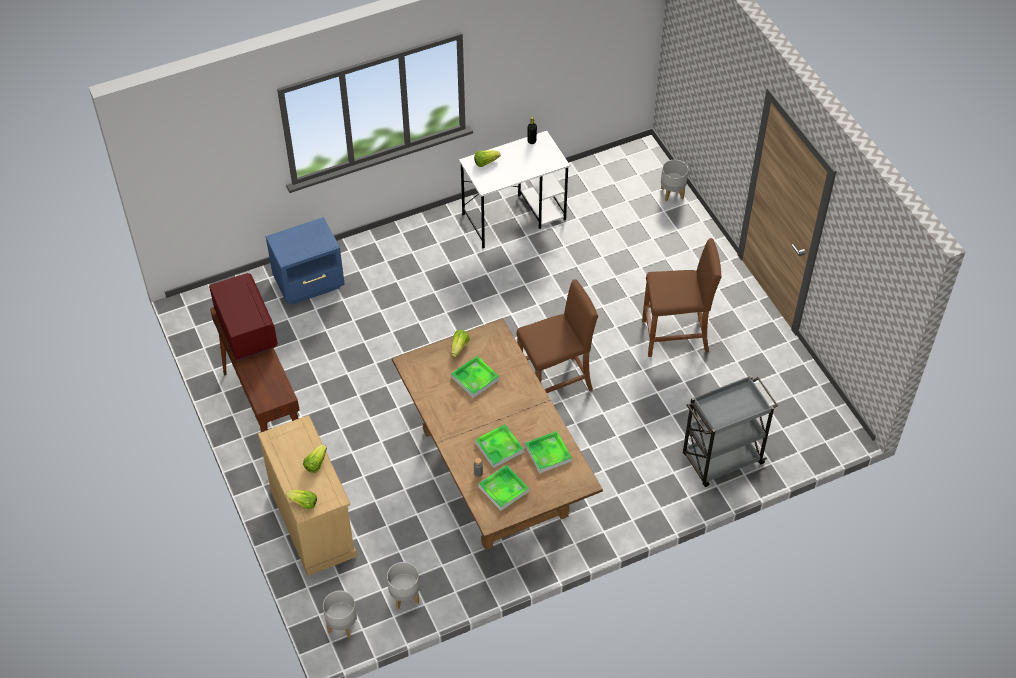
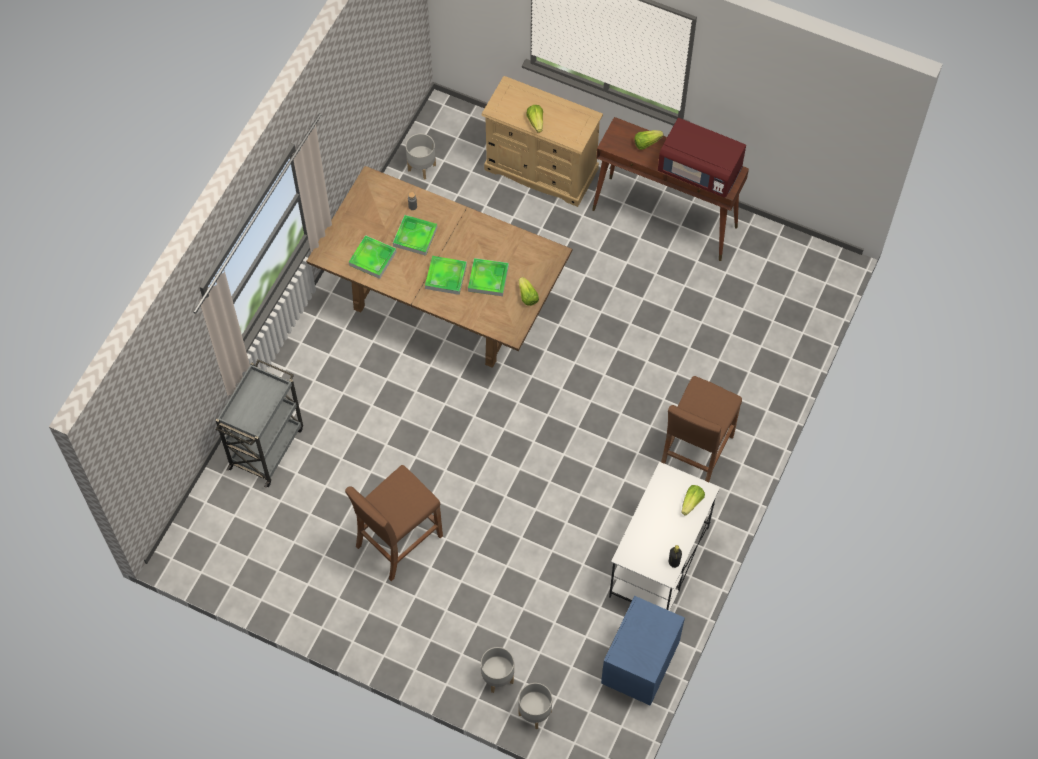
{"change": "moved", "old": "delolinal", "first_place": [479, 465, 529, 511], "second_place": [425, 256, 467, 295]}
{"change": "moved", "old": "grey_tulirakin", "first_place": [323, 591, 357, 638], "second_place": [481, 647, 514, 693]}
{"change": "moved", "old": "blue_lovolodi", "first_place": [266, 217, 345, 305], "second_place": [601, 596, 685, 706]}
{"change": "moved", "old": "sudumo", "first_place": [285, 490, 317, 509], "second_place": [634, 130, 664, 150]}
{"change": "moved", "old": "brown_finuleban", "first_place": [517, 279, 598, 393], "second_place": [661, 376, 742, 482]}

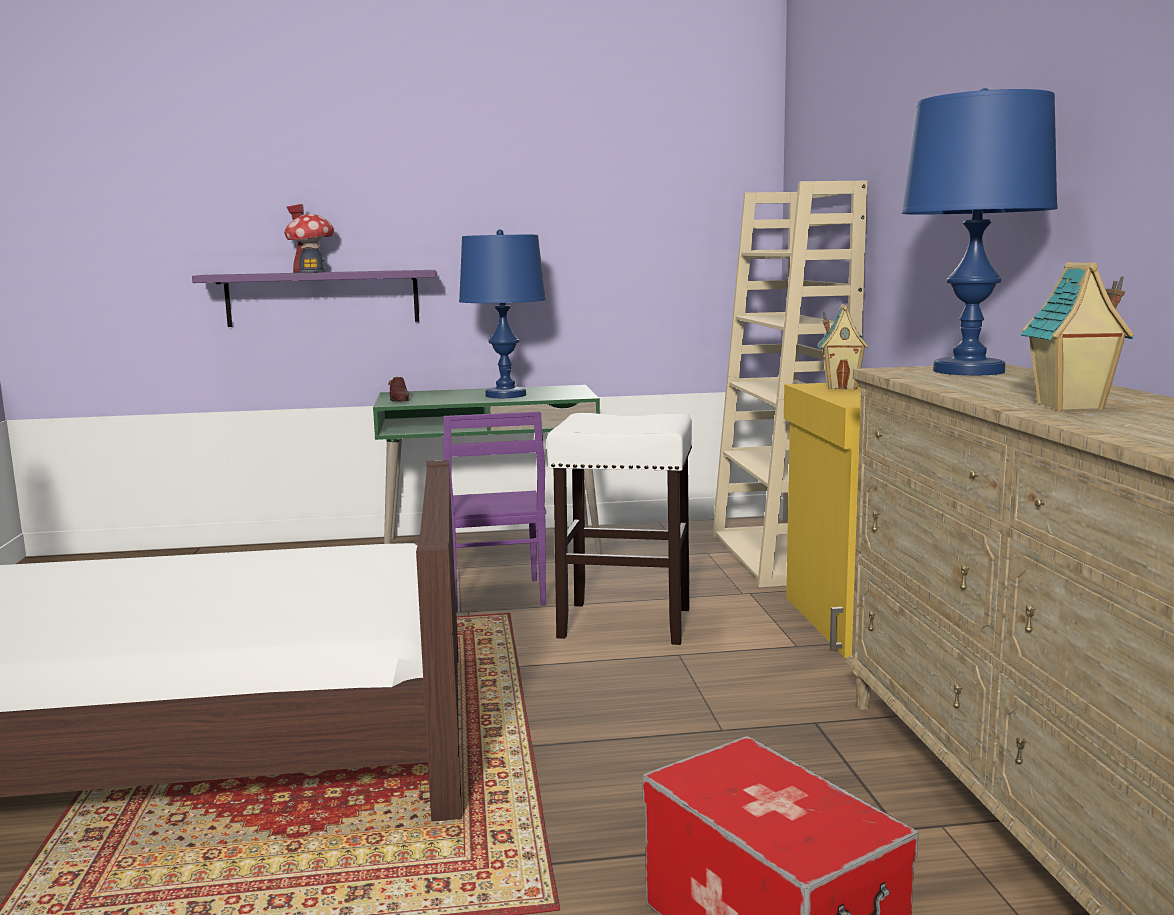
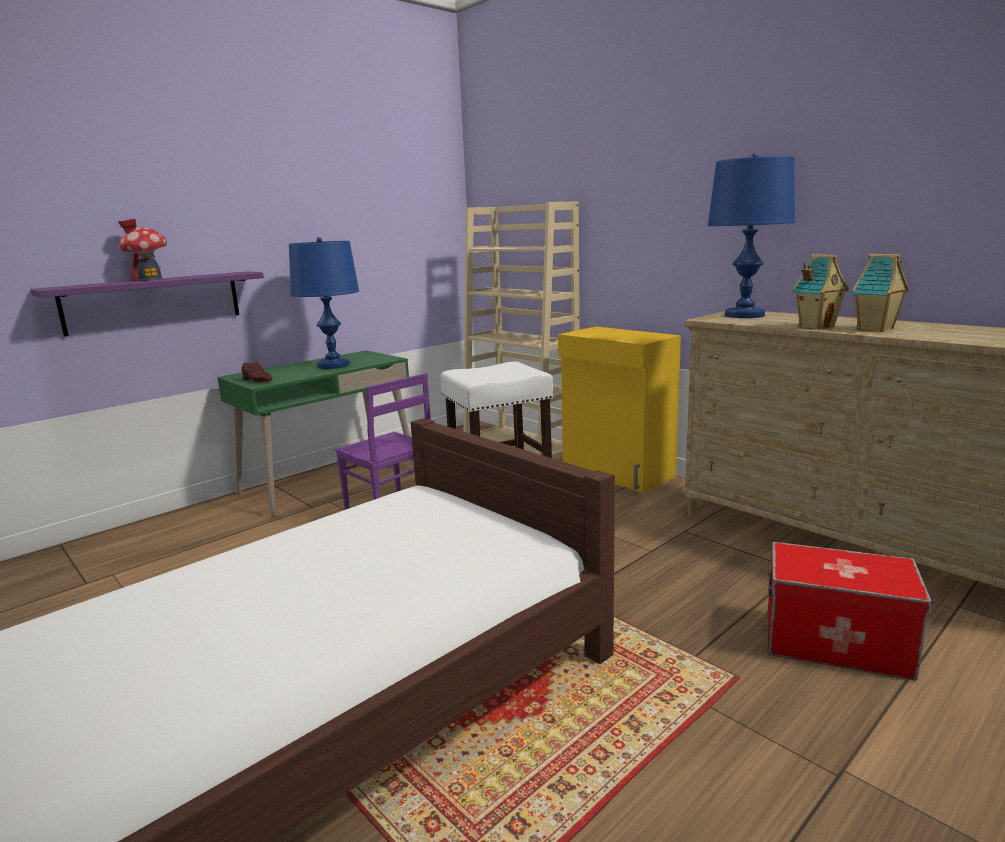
{"change": "moved", "old": "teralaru", "first_place": [817, 304, 869, 389], "second_place": [792, 254, 849, 329]}

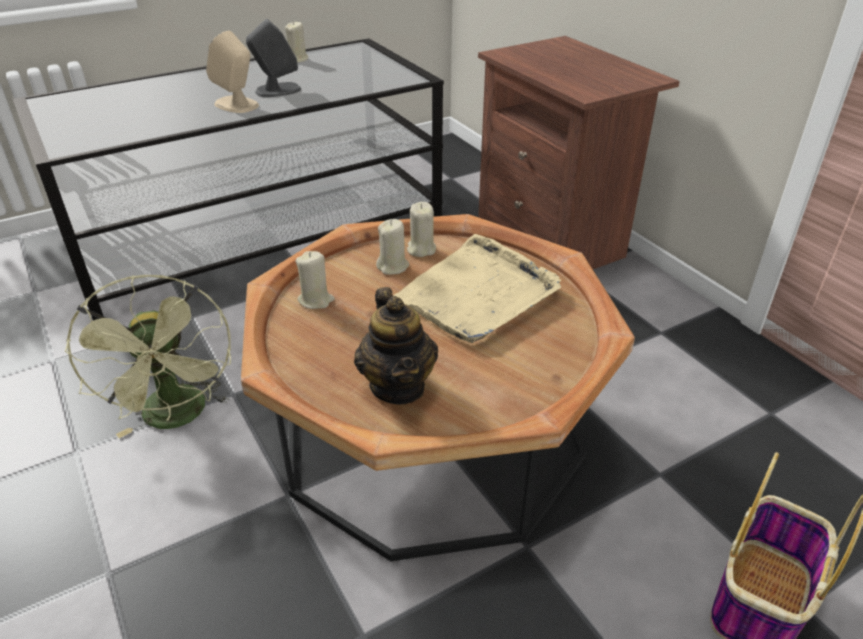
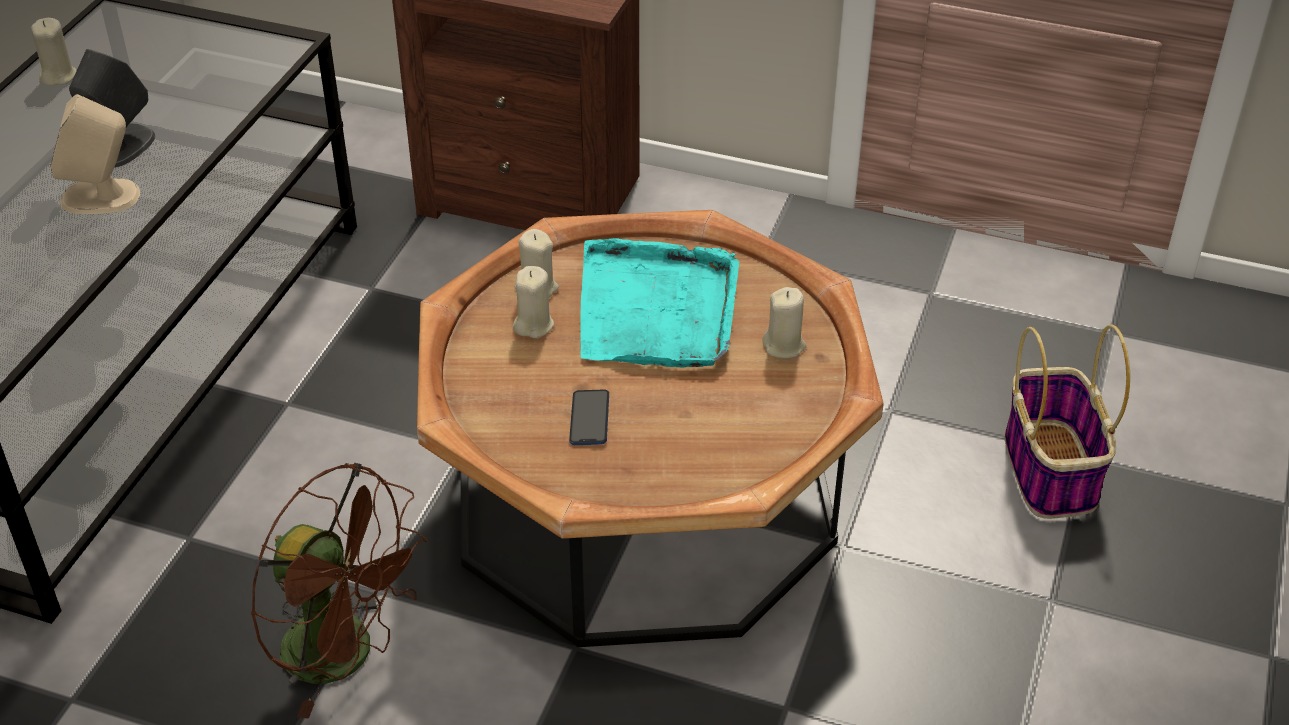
{"change": "recoloured", "old": "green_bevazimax", "new": "brown_bevazimax", "first_place": [65, 275, 231, 438], "second_place": [251, 463, 427, 719]}
{"change": "added", "new": "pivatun", "second_place": [569, 389, 609, 445]}
{"change": "recoloured", "old": "beige_delolinal", "new": "turquoise_delolinal", "first_place": [393, 234, 561, 343], "second_place": [580, 238, 739, 368]}
{"change": "moved", "old": "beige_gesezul", "first_place": [295, 251, 335, 309], "second_place": [762, 287, 806, 358]}
{"change": "removed", "old": "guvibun", "first_place": [354, 287, 438, 405]}

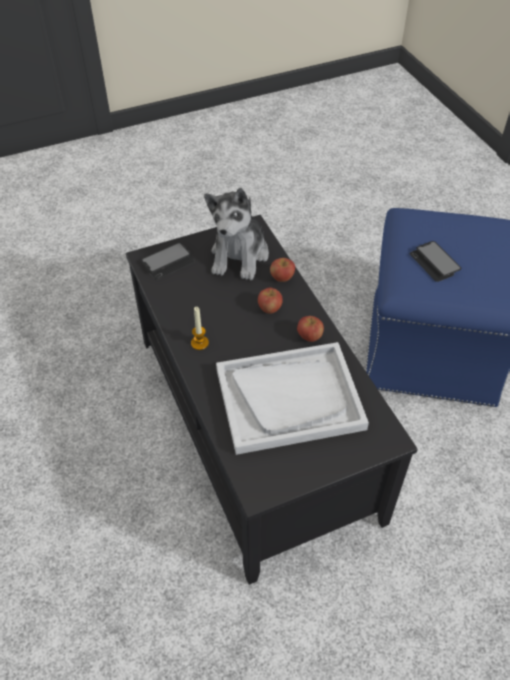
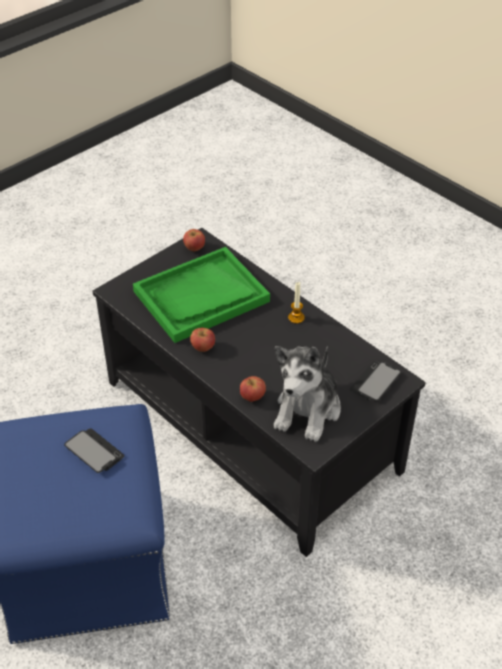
{"change": "recoloured", "old": "white_delolinal", "new": "green_delolinal", "first_place": [216, 342, 369, 455], "second_place": [133, 247, 270, 343]}
{"change": "moved", "old": "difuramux", "first_place": [258, 288, 283, 314], "second_place": [183, 229, 205, 251]}
{"change": "turned", "old": "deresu", "first_place": [204, 188, 269, 280], "second_place": [274, 346, 341, 442], "degrees": -150}

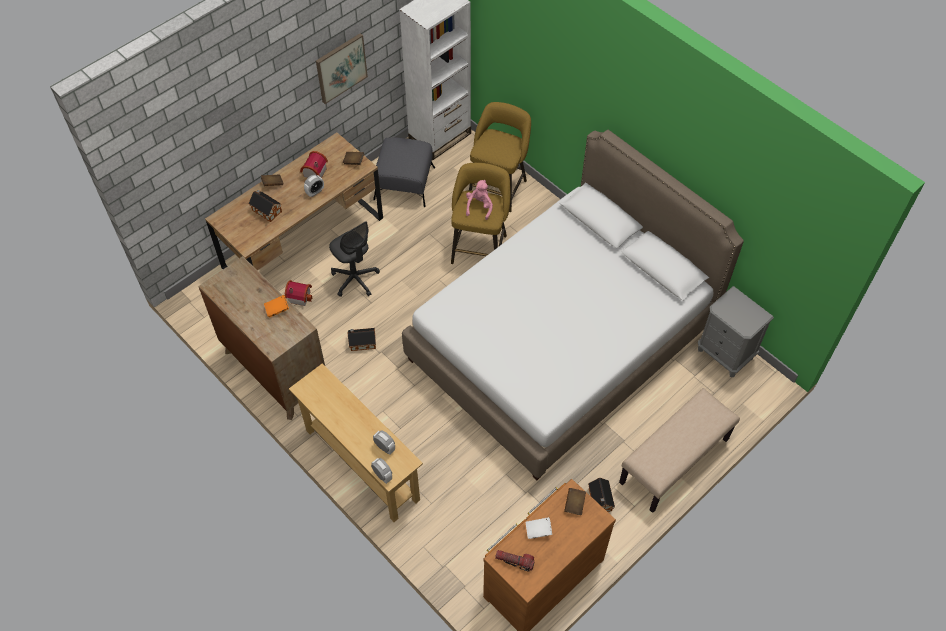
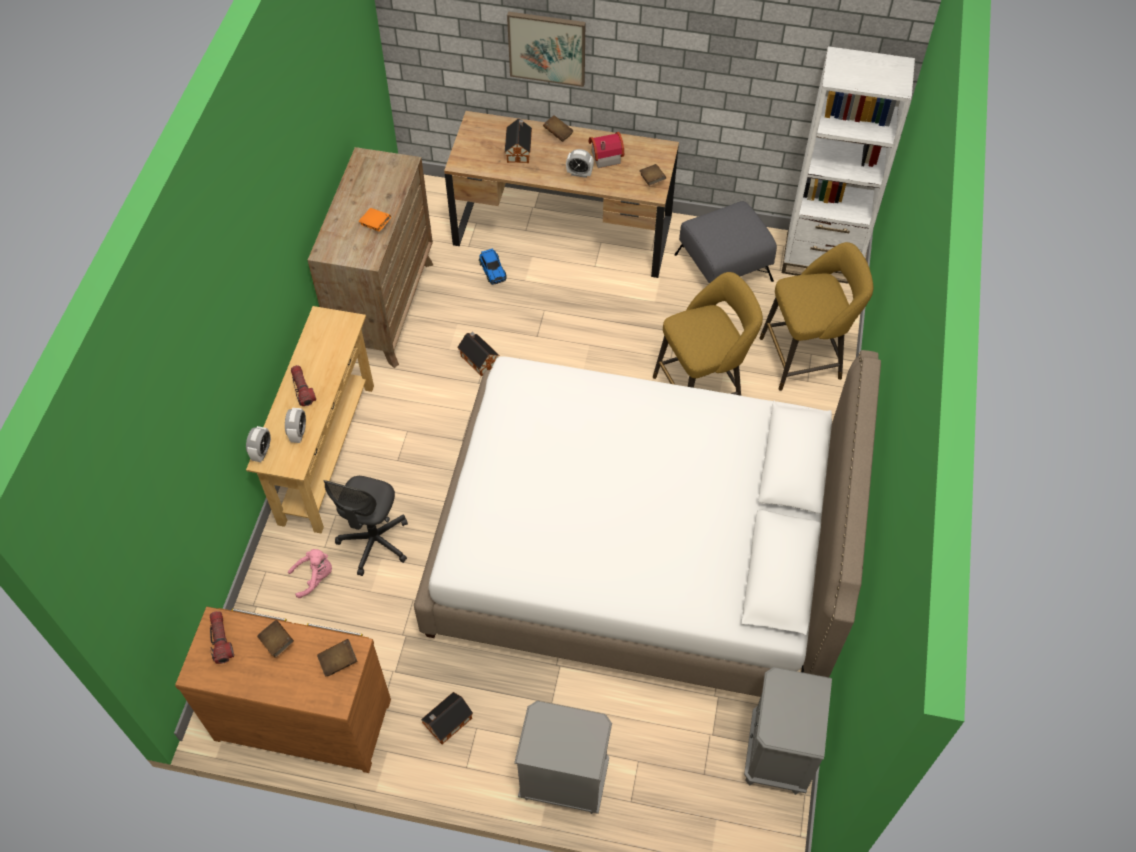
{"change": "recoloured", "old": "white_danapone", "new": "brown_danapone", "first_place": [526, 517, 552, 539], "second_place": [257, 620, 294, 658]}
{"change": "moved", "old": "pink_deresu", "first_place": [466, 180, 493, 220], "second_place": [288, 549, 332, 598]}
{"change": "added", "new": "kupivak", "second_place": [291, 365, 316, 406]}
{"change": "moved", "old": "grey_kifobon", "first_place": [329, 221, 380, 297], "second_place": [324, 476, 408, 576]}
{"change": "replaced", "old": "teralaru", "new": "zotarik", "first_place": [285, 280, 313, 306], "second_place": [479, 248, 506, 285]}
{"change": "moved", "old": "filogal", "first_place": [316, 33, 368, 104], "second_place": [507, 11, 586, 87]}
{"change": "replaced", "old": "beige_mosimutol", "new": "grey_lovolodi", "first_place": [619, 388, 740, 513], "second_place": [514, 701, 612, 814]}

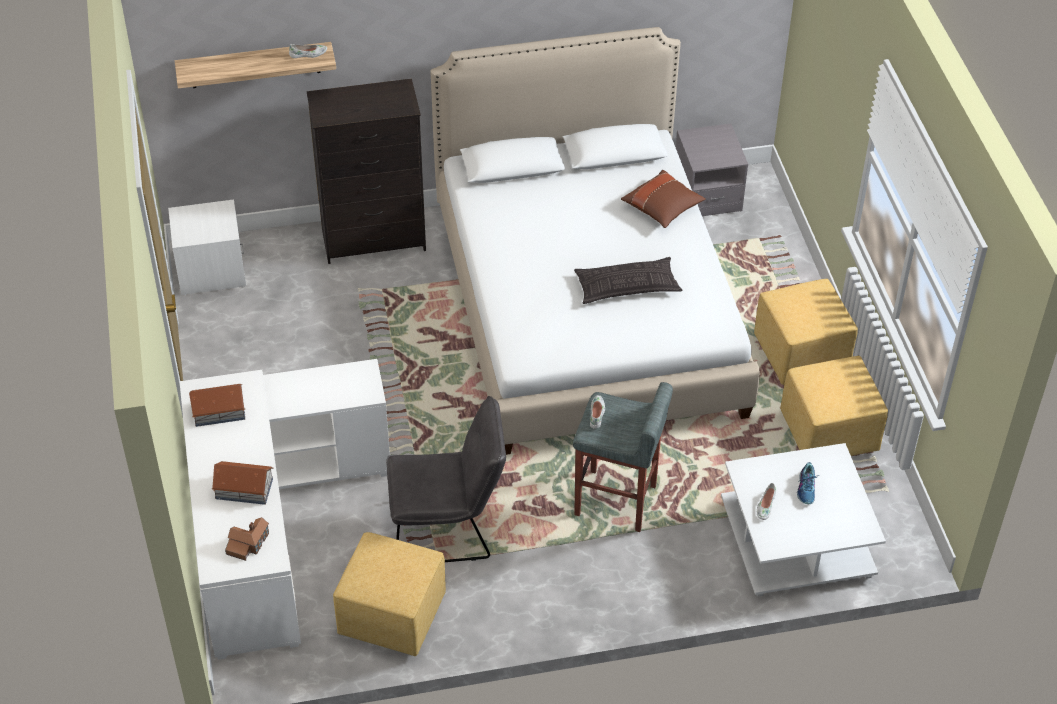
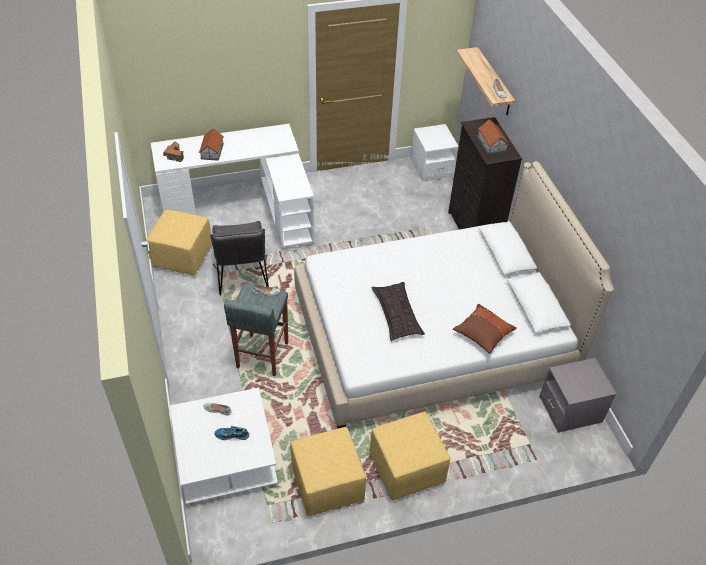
{"change": "moved", "old": "teralaru", "first_place": [189, 384, 245, 427], "second_place": [478, 119, 509, 155]}

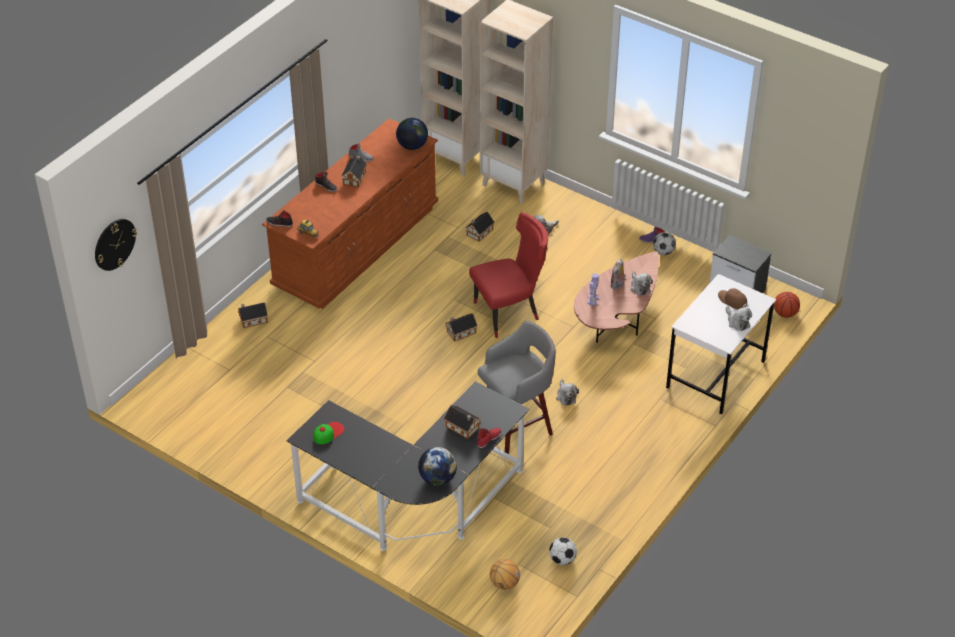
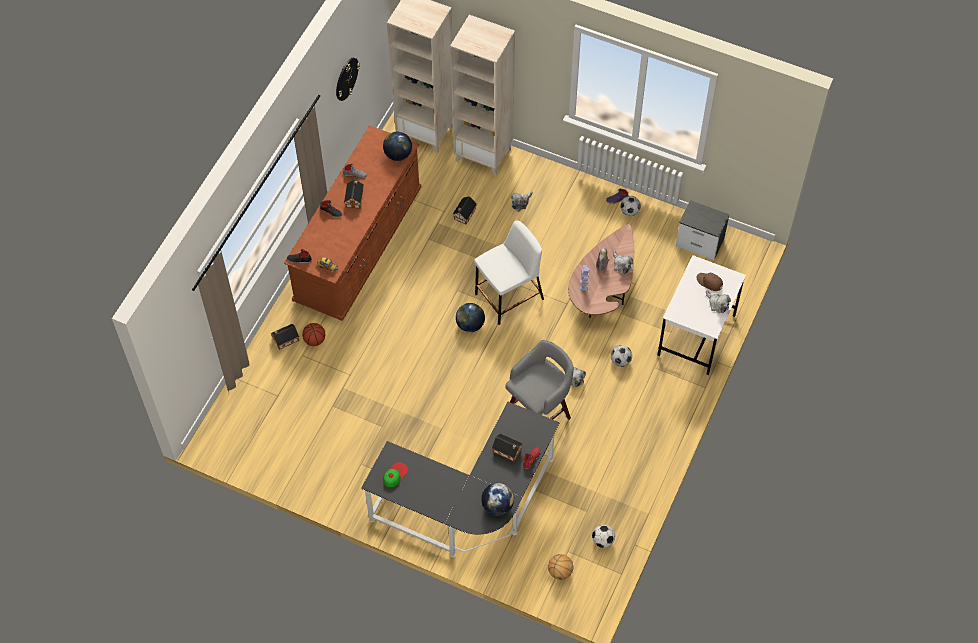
{"change": "moved", "old": "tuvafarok", "first_place": [774, 292, 800, 318], "second_place": [302, 323, 325, 346]}
{"change": "moved", "old": "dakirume", "first_place": [95, 219, 137, 271], "second_place": [336, 58, 360, 101]}
{"change": "replaced", "old": "teralaru", "new": "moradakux", "first_place": [445, 313, 477, 342], "second_place": [456, 303, 485, 332]}
{"change": "replaced", "old": "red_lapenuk", "new": "white_finuleban", "first_place": [469, 212, 548, 338], "second_place": [474, 220, 544, 325]}
{"change": "added", "new": "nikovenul", "second_place": [611, 345, 632, 367]}

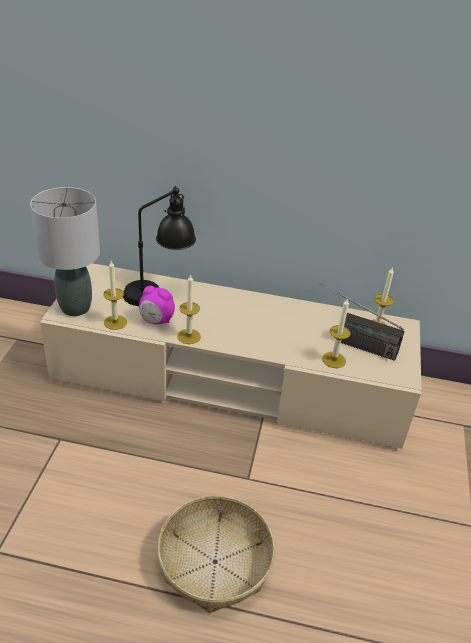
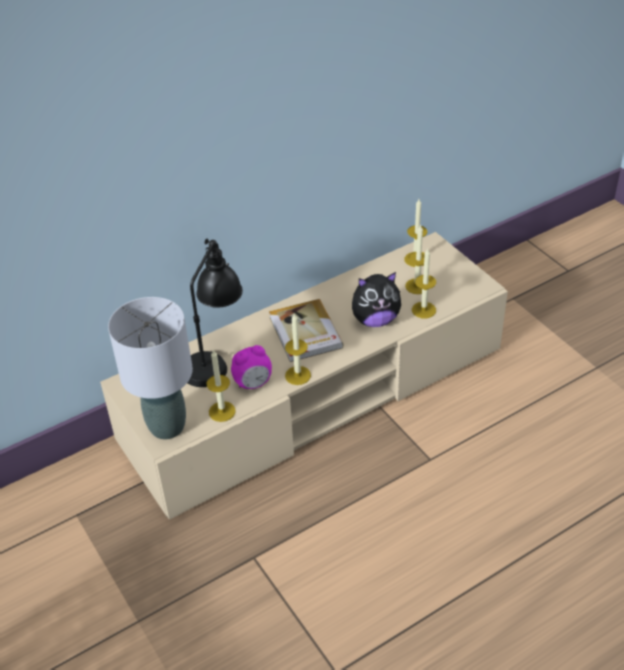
{"change": "added", "new": "danapone", "second_place": [269, 299, 344, 362]}
{"change": "added", "new": "deresu", "second_place": [352, 272, 401, 327]}
{"change": "replaced", "old": "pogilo", "new": "gesezul", "first_place": [320, 283, 405, 361], "second_place": [405, 224, 429, 294]}
{"change": "removed", "old": "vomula", "first_place": [157, 495, 275, 613]}

